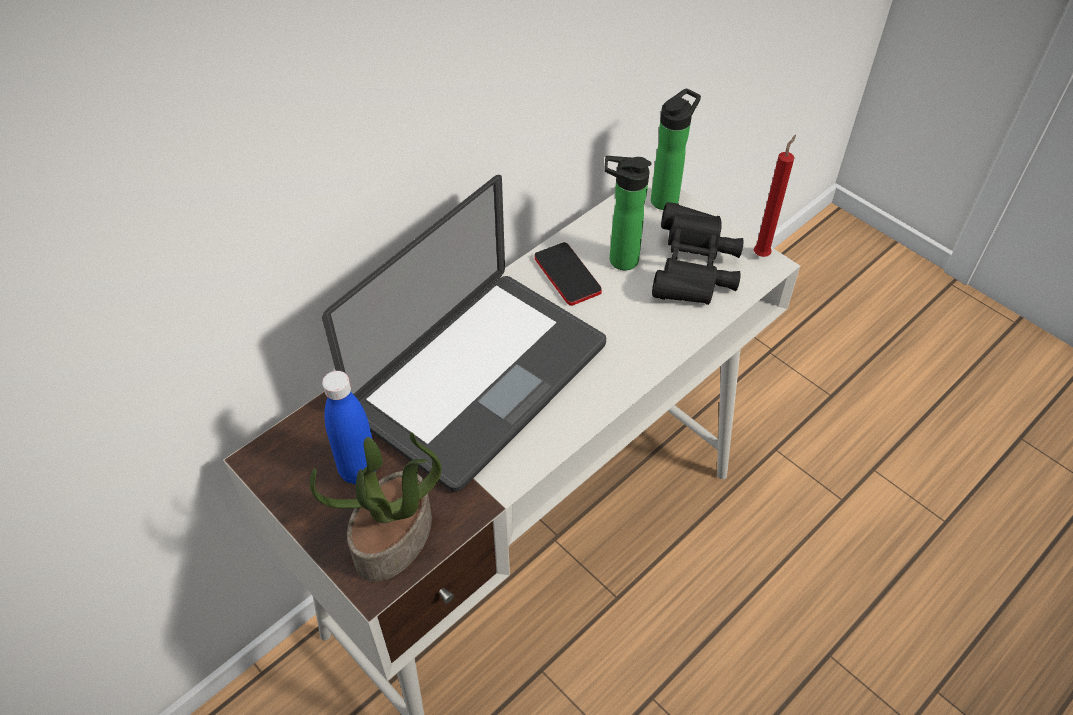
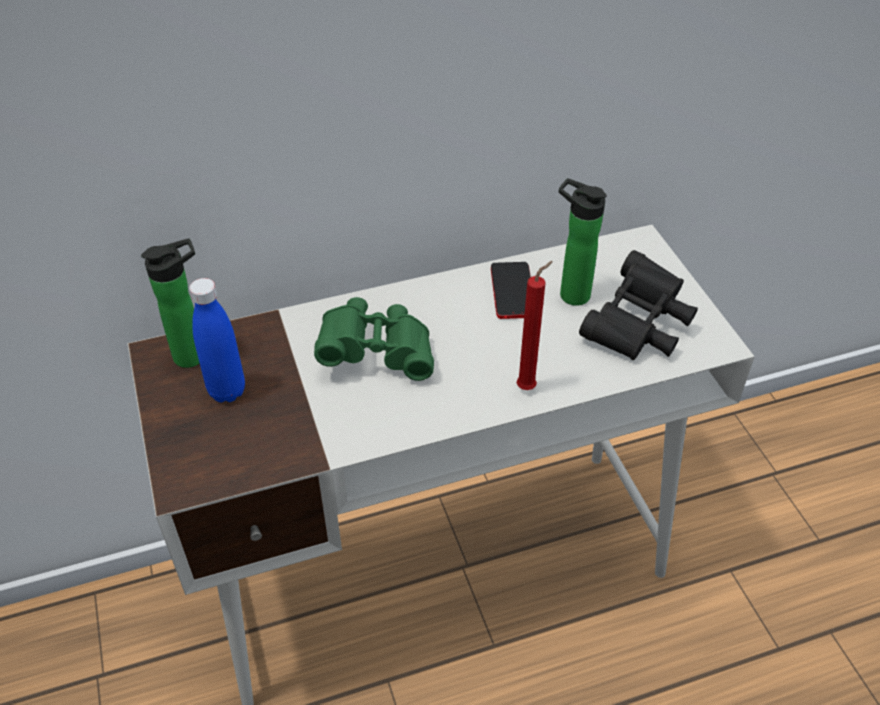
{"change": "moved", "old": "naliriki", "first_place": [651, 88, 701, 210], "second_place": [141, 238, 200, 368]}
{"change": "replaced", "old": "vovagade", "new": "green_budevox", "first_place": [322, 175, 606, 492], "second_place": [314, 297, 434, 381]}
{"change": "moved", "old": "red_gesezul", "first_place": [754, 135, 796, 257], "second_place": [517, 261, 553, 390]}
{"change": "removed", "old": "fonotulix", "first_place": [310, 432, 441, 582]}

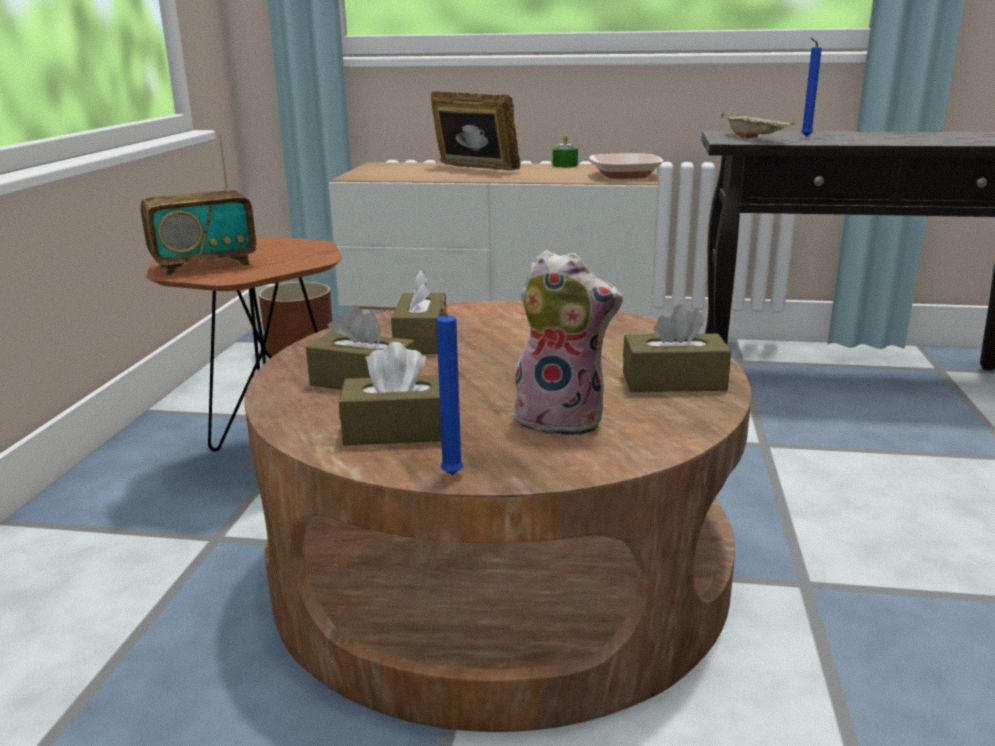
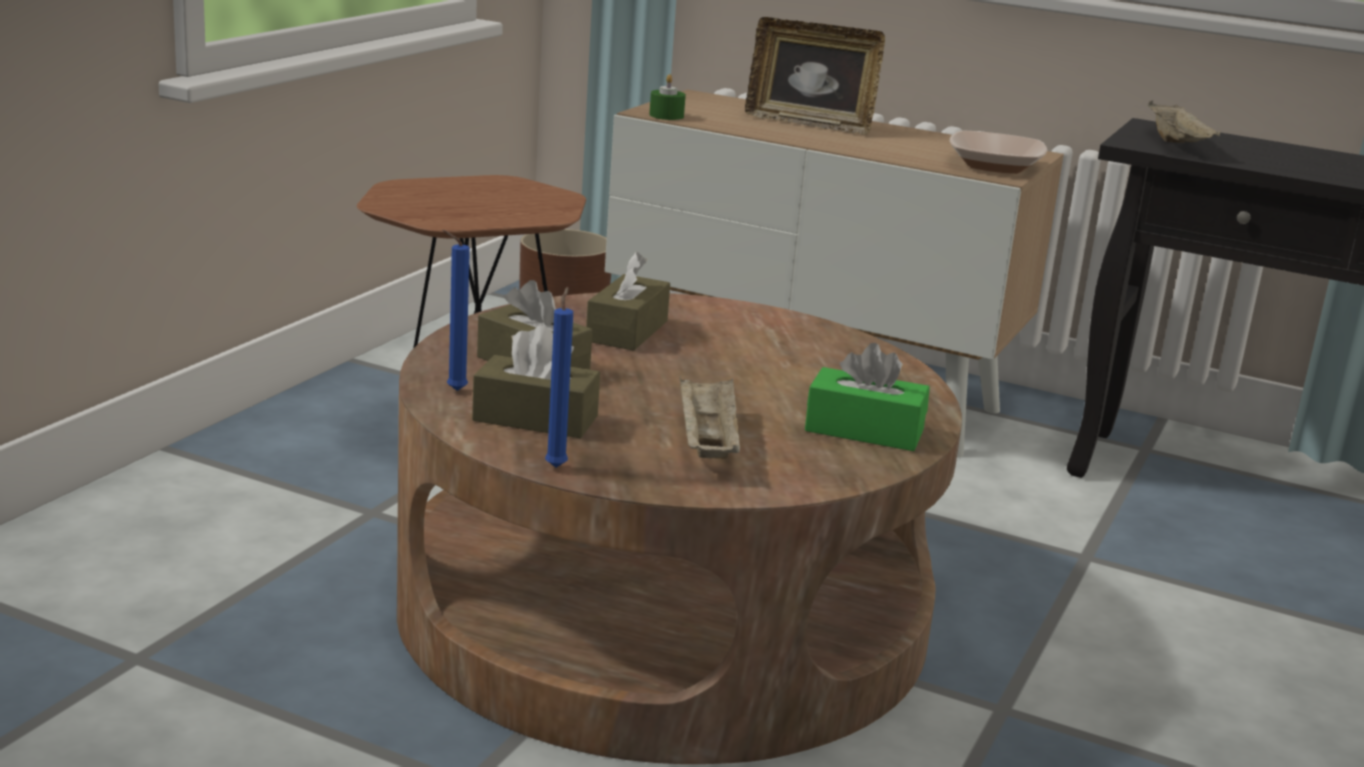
{"change": "moved", "old": "blue_gesezul", "first_place": [801, 38, 822, 137], "second_place": [443, 230, 470, 391]}
{"change": "moved", "old": "green_gesezul", "first_place": [553, 134, 578, 167], "second_place": [649, 74, 686, 120]}
{"change": "replaced", "old": "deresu", "new": "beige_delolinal", "first_place": [506, 250, 623, 437], "second_place": [680, 376, 740, 459]}
{"change": "turned", "old": "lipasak", "first_place": [431, 91, 520, 170], "second_place": [745, 17, 885, 135], "degrees": 150}
{"change": "recoloured", "old": "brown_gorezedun", "new": "green_gorezedun", "first_place": [623, 304, 731, 392], "second_place": [805, 343, 930, 451]}
{"change": "removed", "old": "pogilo", "first_place": [140, 134, 256, 276]}

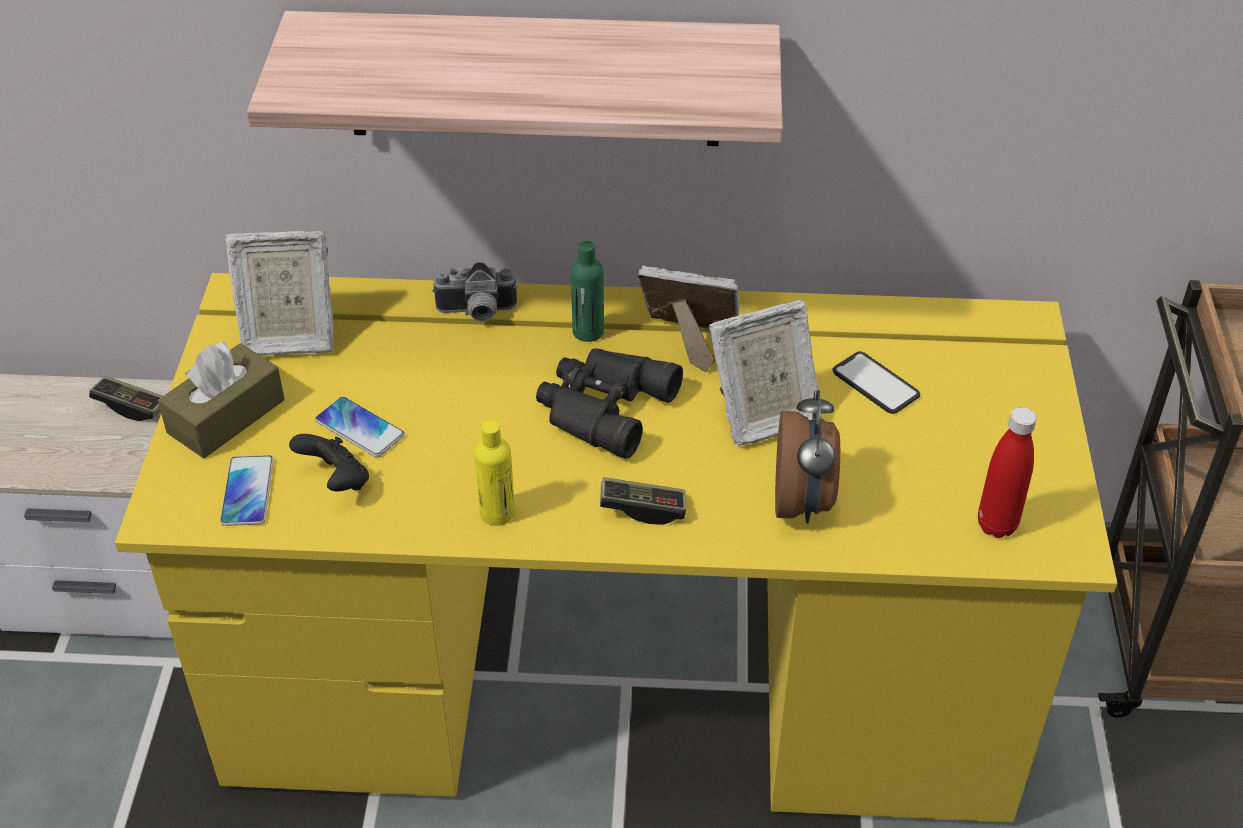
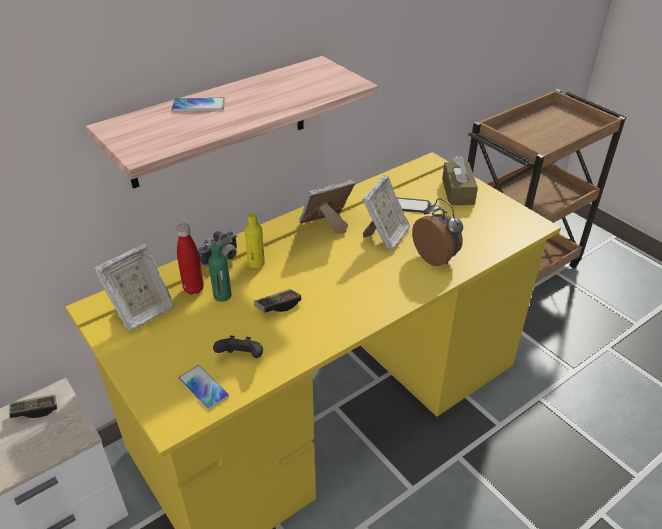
{"change": "moved", "old": "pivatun", "first_place": [315, 397, 405, 457], "second_place": [171, 98, 225, 111]}
{"change": "moved", "old": "red_naliriki", "first_place": [978, 407, 1037, 538], "second_place": [176, 224, 204, 295]}
{"change": "moved", "old": "green_naliriki", "first_place": [571, 241, 604, 342], "second_place": [208, 244, 232, 302]}
{"change": "moved", "old": "yellow_naliriki", "first_place": [474, 420, 515, 526], "second_place": [245, 213, 265, 269]}
{"change": "moved", "old": "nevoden", "first_place": [600, 477, 686, 525], "second_place": [254, 289, 301, 313]}
{"change": "moved", "old": "brown_gorezedun", "first_place": [158, 341, 285, 458], "second_place": [442, 156, 478, 205]}
{"change": "removed", "old": "black_budevox", "first_place": [536, 348, 683, 459]}

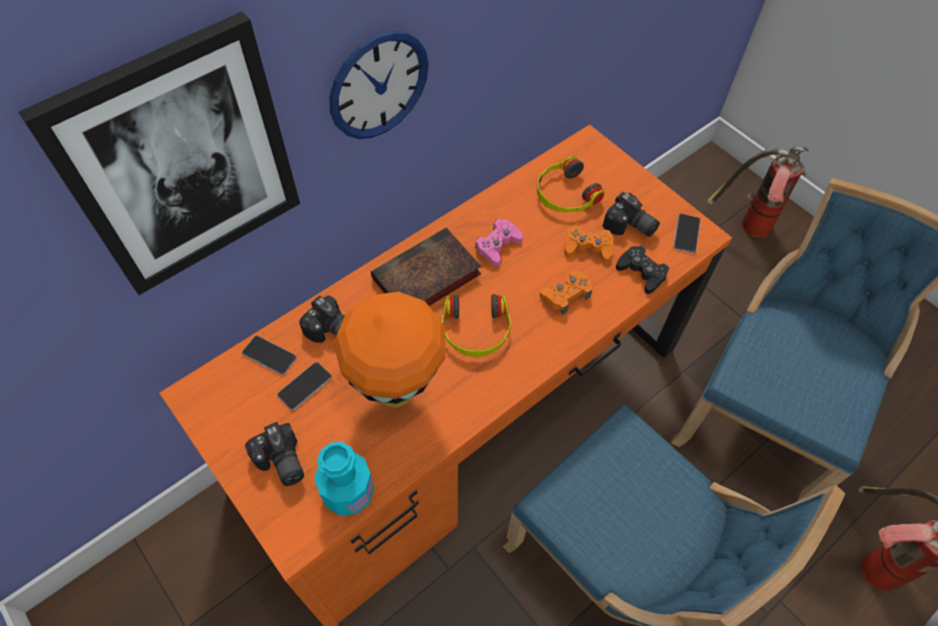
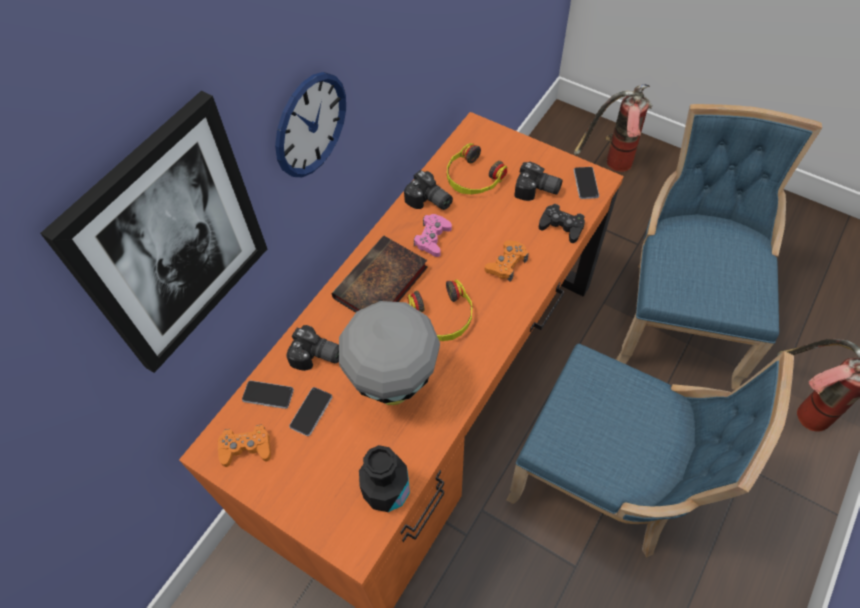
{"change": "moved", "old": "orange_nevoden", "first_place": [564, 225, 614, 263], "second_place": [218, 424, 271, 467]}
{"change": "recoloured", "old": "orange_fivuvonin", "new": "grey_fivuvonin", "first_place": [334, 292, 445, 407], "second_place": [339, 301, 440, 405]}
{"change": "recoloured", "old": "turquoise_naliriki", "new": "black_naliriki", "first_place": [314, 442, 374, 516], "second_place": [359, 445, 410, 512]}
{"change": "moved", "old": "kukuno", "first_place": [245, 422, 304, 486], "second_place": [404, 170, 453, 210]}

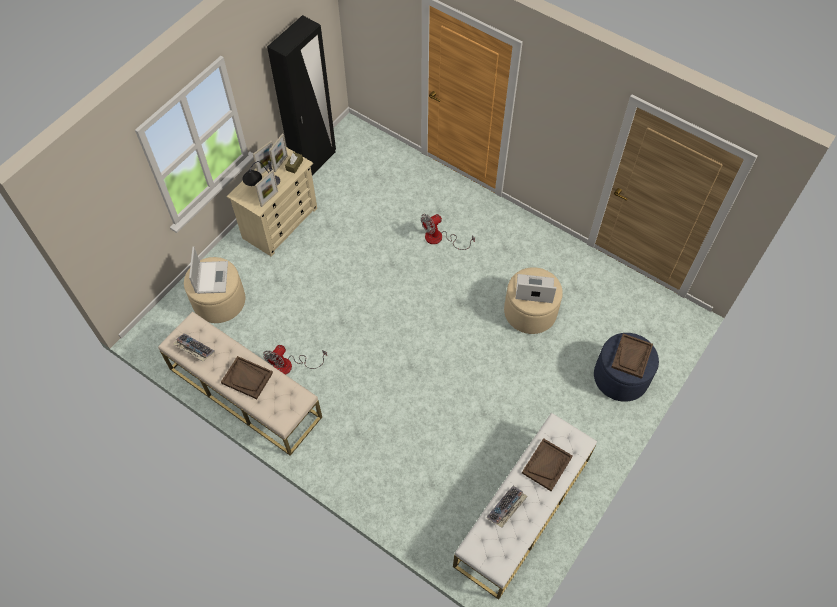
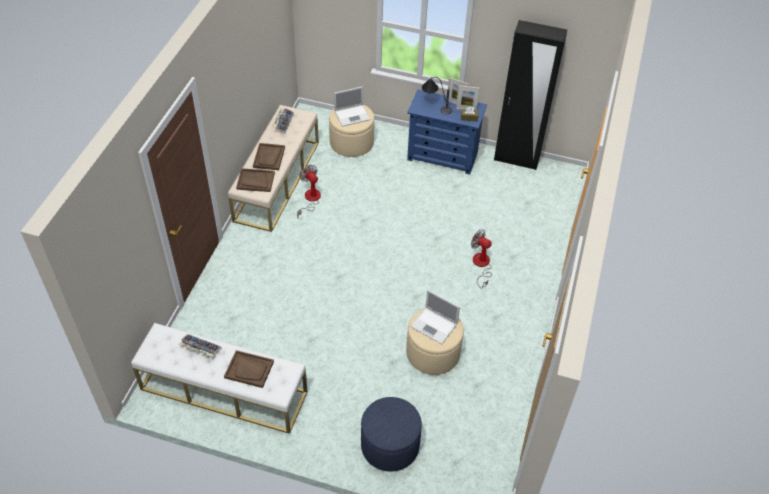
{"change": "moved", "old": "brown_delolinal", "first_place": [611, 333, 653, 379], "second_place": [236, 168, 275, 192]}
{"change": "turned", "old": "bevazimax", "first_place": [263, 345, 327, 375], "second_place": [297, 165, 321, 218], "degrees": 45}
{"change": "recoloured", "old": "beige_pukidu", "new": "blue_pukidu", "first_place": [227, 147, 317, 256], "second_place": [407, 90, 487, 175]}
{"change": "turned", "old": "vovagade", "first_place": [516, 274, 557, 303], "second_place": [410, 290, 460, 344], "degrees": 135}
{"change": "removed", "old": "lipasak", "first_place": [255, 170, 278, 207]}

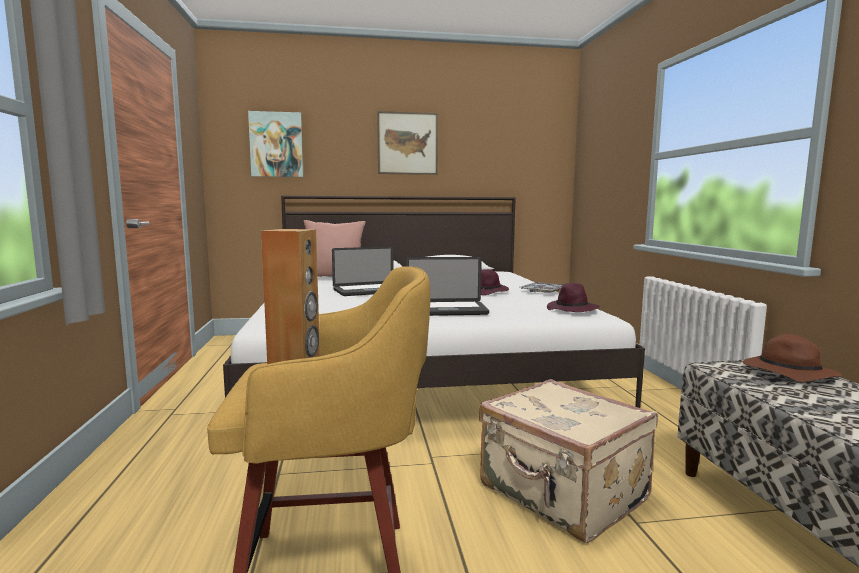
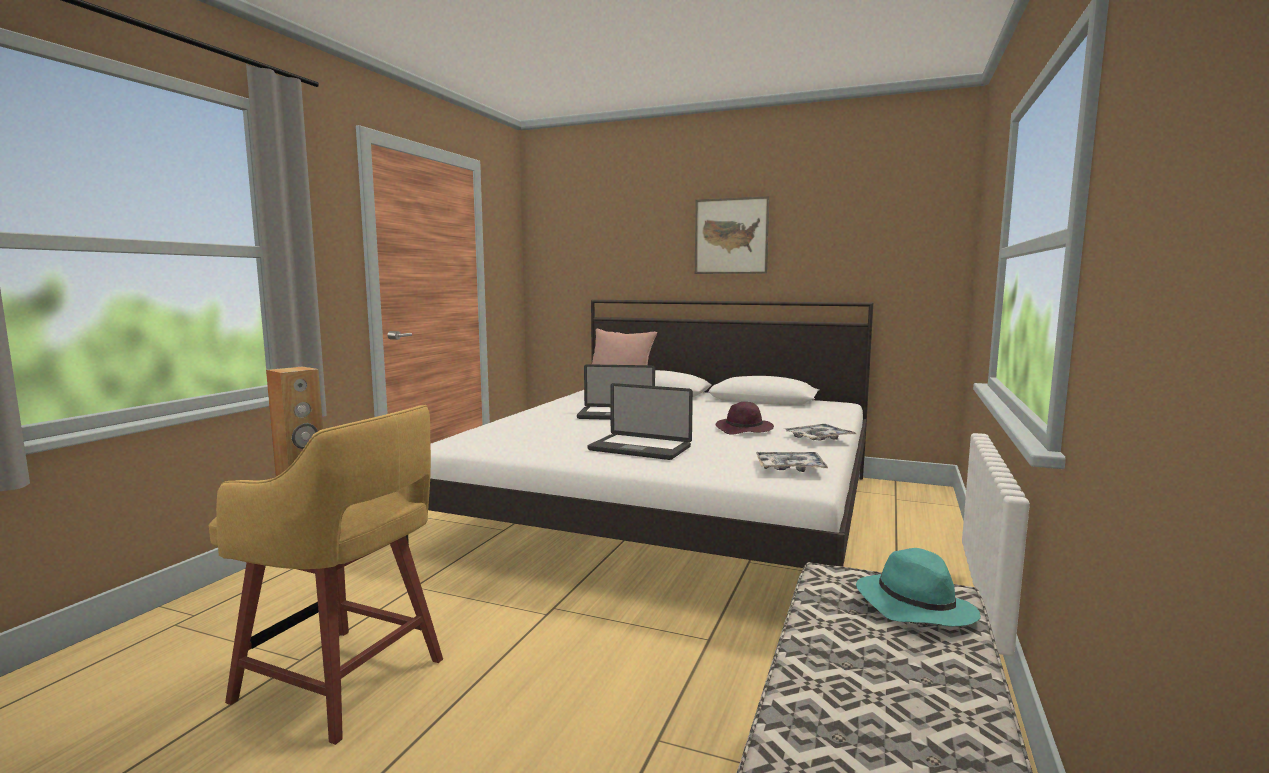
{"change": "replaced", "old": "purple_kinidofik", "new": "delolinal", "first_place": [547, 283, 599, 312], "second_place": [756, 452, 828, 472]}
{"change": "recoloured", "old": "brown_kinidofik", "new": "turquoise_kinidofik", "first_place": [743, 334, 841, 382], "second_place": [856, 548, 981, 626]}
{"change": "removed", "old": "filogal", "first_place": [248, 111, 303, 177]}
{"change": "removed", "old": "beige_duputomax", "first_place": [479, 379, 658, 543]}

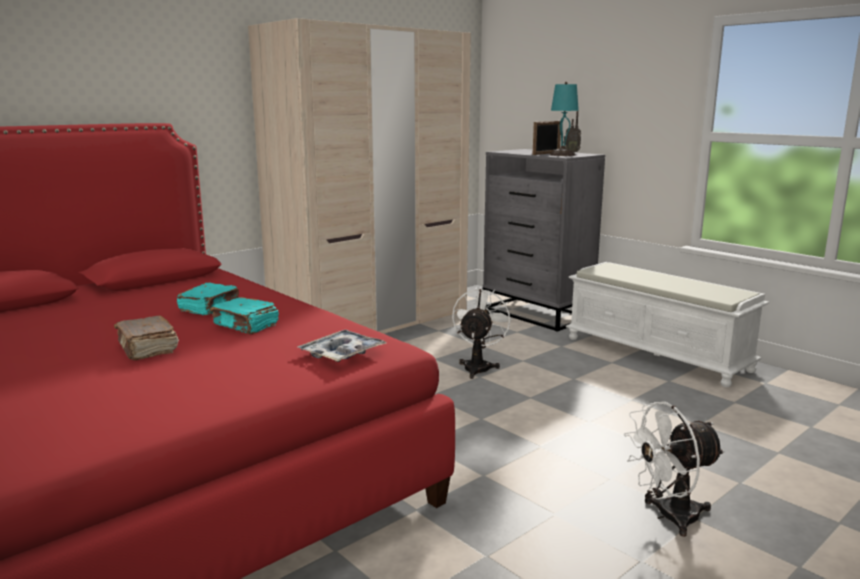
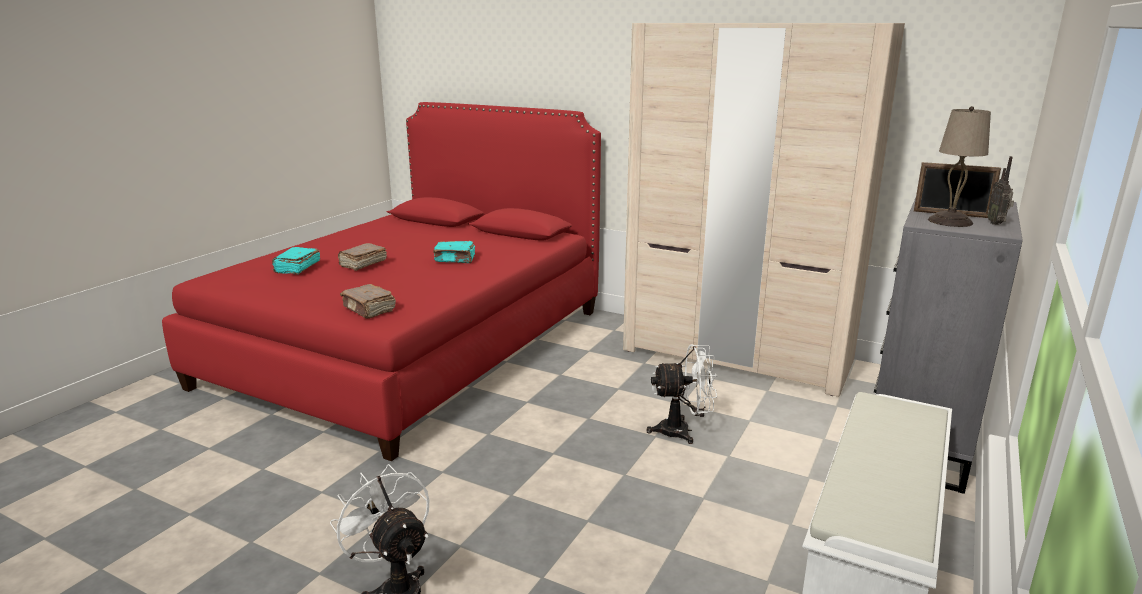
{"change": "moved", "old": "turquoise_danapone", "first_place": [210, 297, 279, 334], "second_place": [272, 247, 320, 275]}
{"change": "replaced", "old": "delolinal", "new": "brown_danapone", "first_place": [297, 330, 386, 362], "second_place": [340, 284, 396, 319]}
{"change": "recoloured", "old": "turquoise_fivuvonin", "new": "beige_fivuvonin", "first_place": [550, 82, 579, 156], "second_place": [928, 106, 991, 227]}

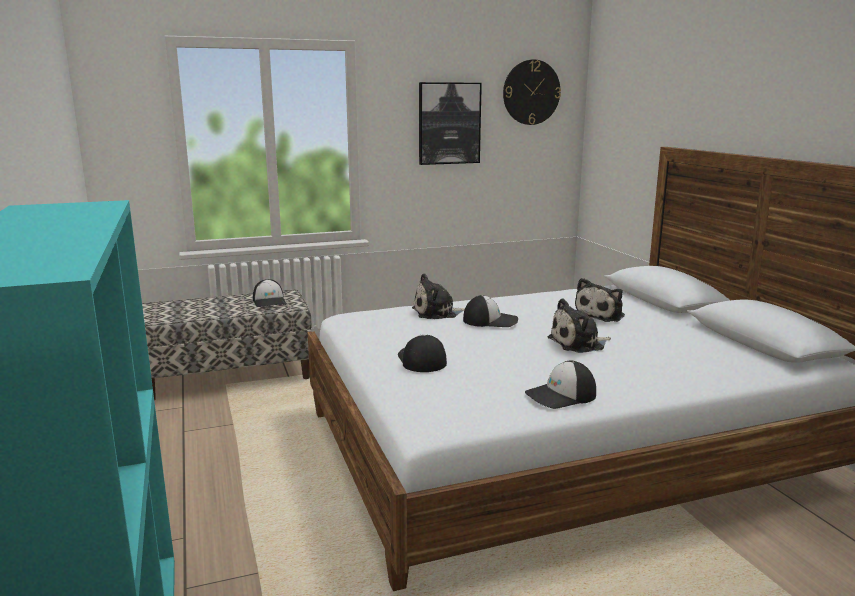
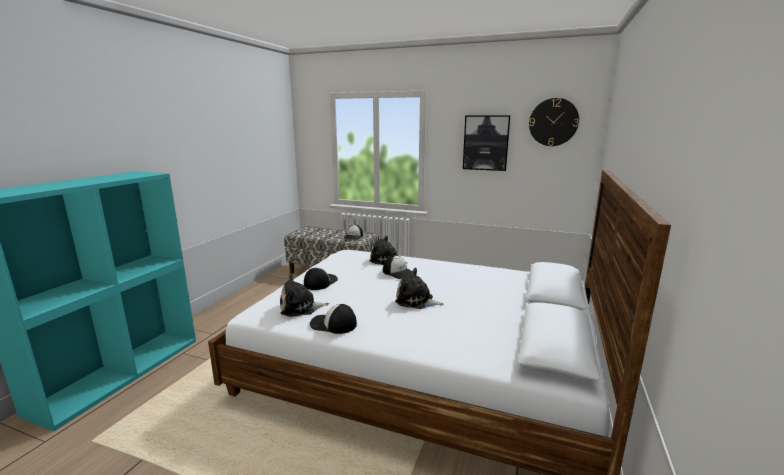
{"change": "moved", "old": "deresu", "first_place": [575, 278, 625, 322], "second_place": [280, 274, 329, 317]}

